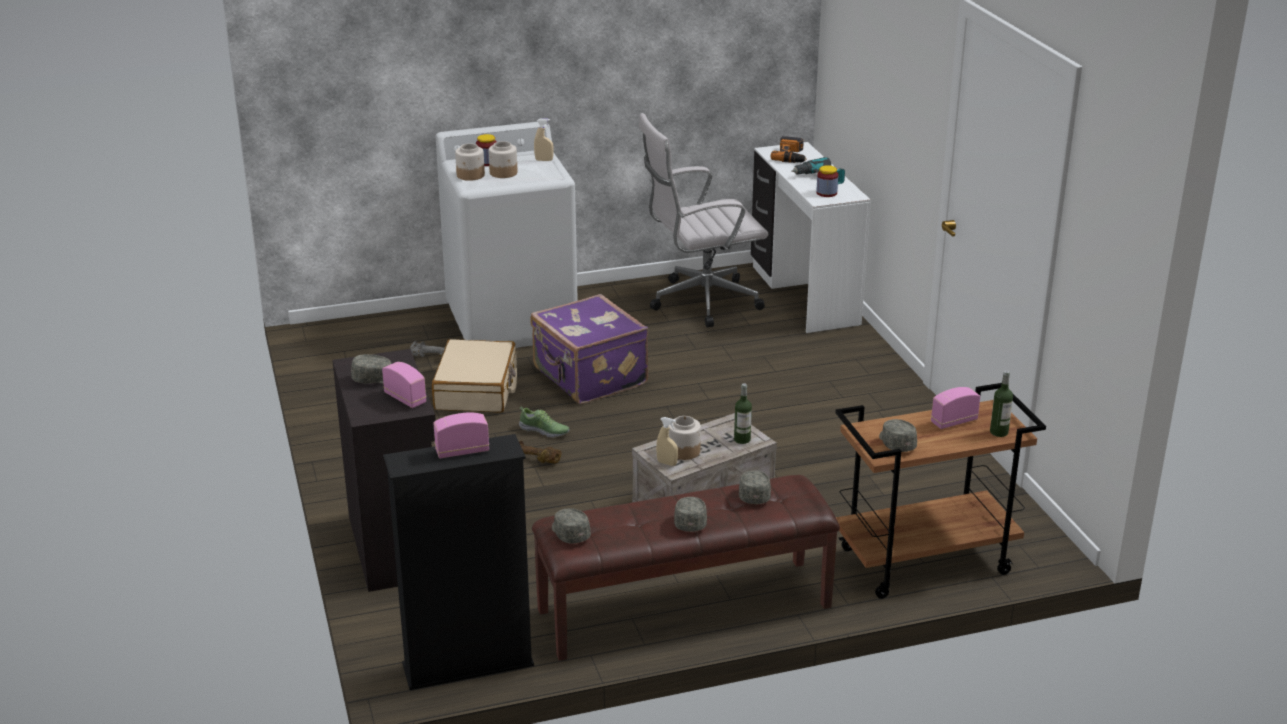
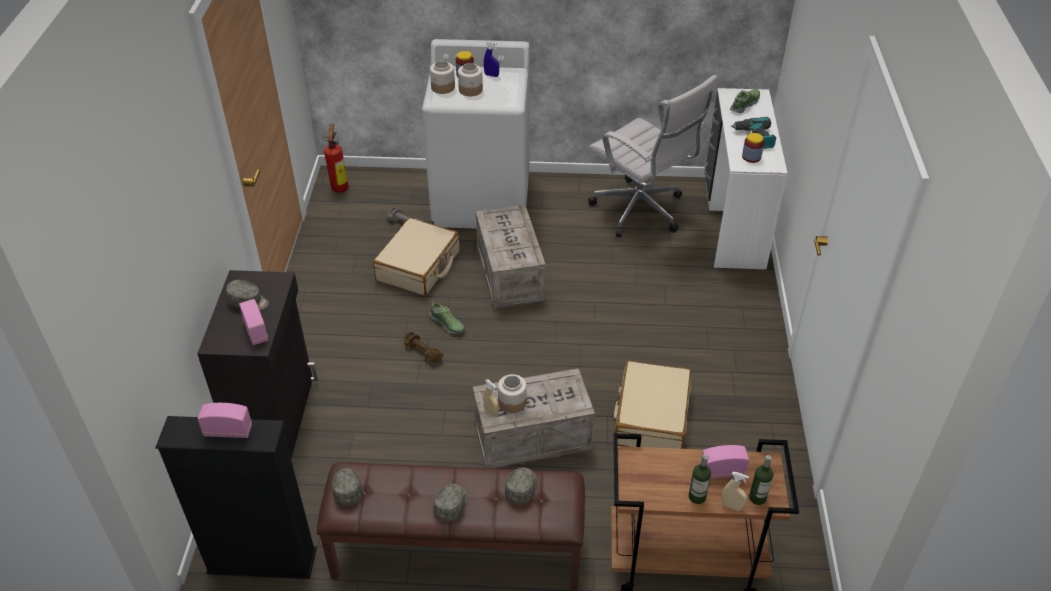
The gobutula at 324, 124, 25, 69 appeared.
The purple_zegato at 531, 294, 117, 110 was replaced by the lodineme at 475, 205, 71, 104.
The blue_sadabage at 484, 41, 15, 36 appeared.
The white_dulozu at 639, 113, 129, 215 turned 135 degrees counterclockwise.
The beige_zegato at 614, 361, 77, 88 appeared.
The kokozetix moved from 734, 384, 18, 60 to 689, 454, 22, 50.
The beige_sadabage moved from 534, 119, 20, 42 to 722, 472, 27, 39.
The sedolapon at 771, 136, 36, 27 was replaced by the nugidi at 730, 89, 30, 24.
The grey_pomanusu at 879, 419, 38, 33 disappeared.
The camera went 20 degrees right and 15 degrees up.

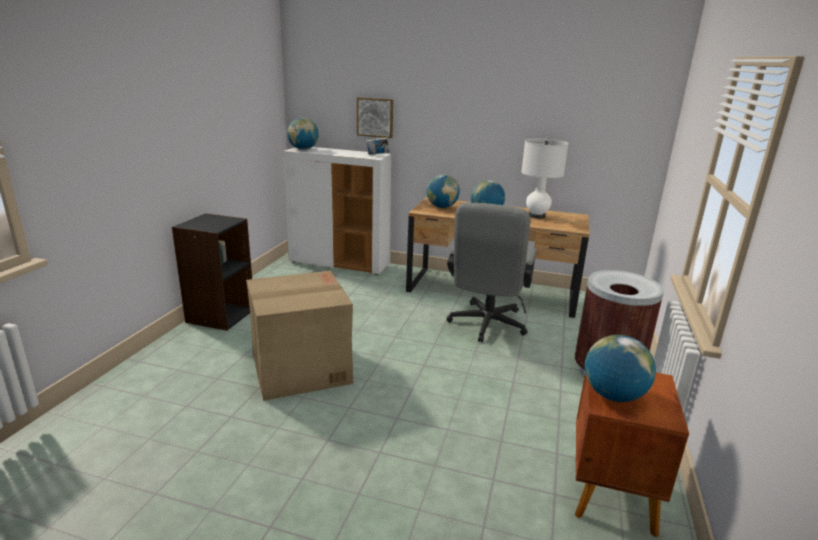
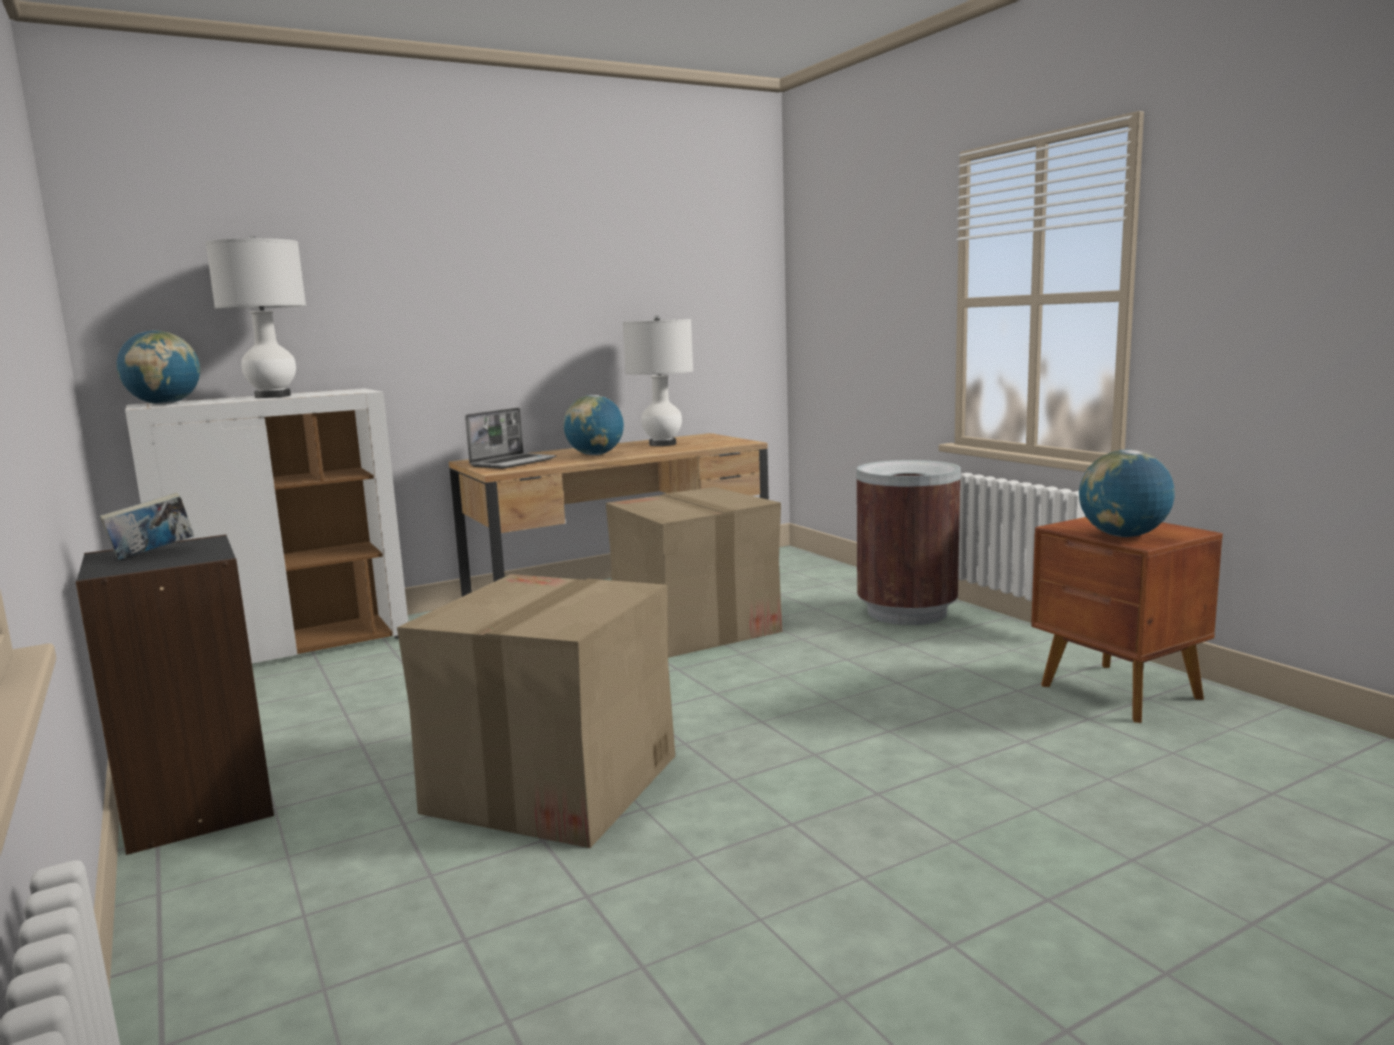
The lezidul moved from 366, 137, 24, 18 to 100, 493, 94, 67.
The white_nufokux at 206, 236, 100, 162 appeared.
The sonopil at 426, 174, 34, 34 was replaced by the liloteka at 465, 408, 91, 61.
The grey_dulozu at 447, 202, 90, 140 was replaced by the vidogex at 606, 487, 176, 171.
The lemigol at 357, 97, 36, 41 disappeared.
The camera went 45 degrees left and 10 degrees down.

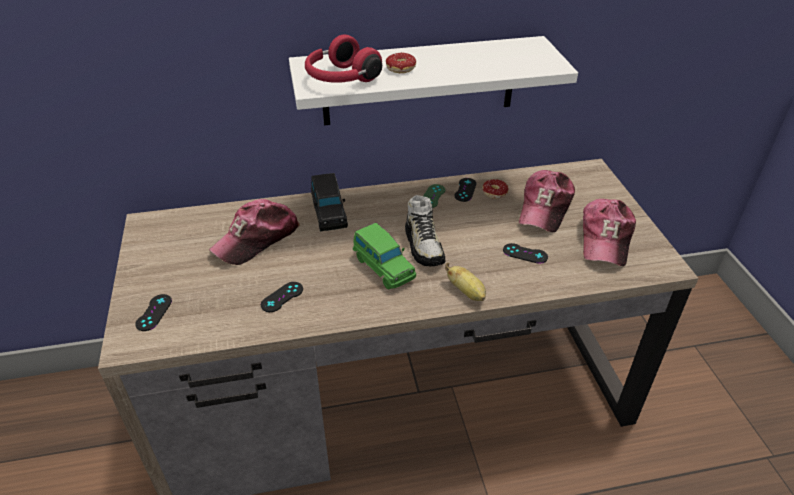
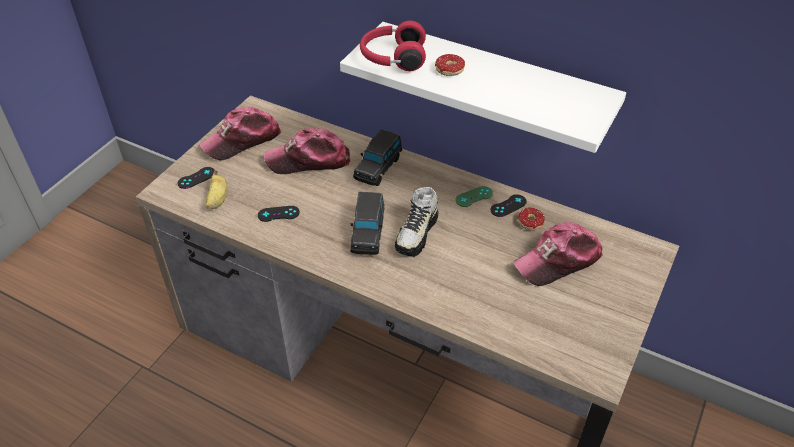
The pomanusu moved from 583, 199, 53, 67 to 199, 106, 82, 54.
The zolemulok moved from 445, 263, 41, 38 to 206, 170, 21, 39.
The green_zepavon at 353, 223, 63, 67 became the black_zepavon at 350, 192, 35, 63.
The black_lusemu at 503, 243, 45, 21 disappeared.
The camera went 40 degrees right and 5 degrees up.

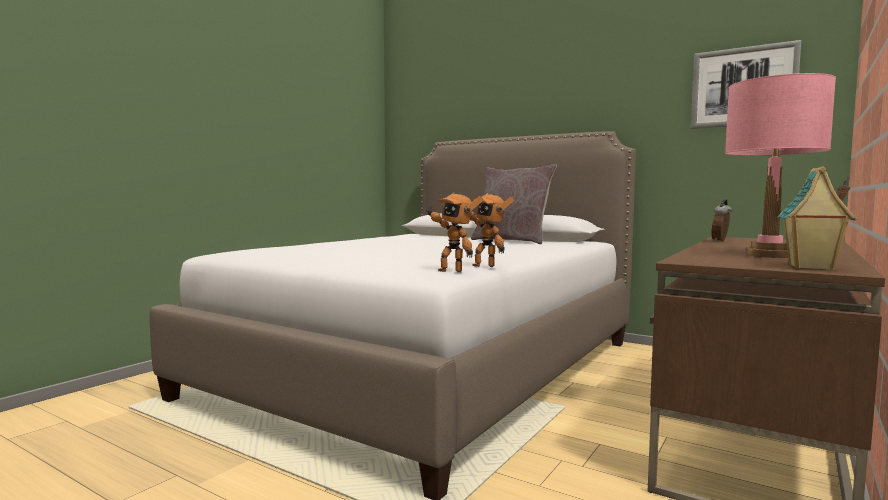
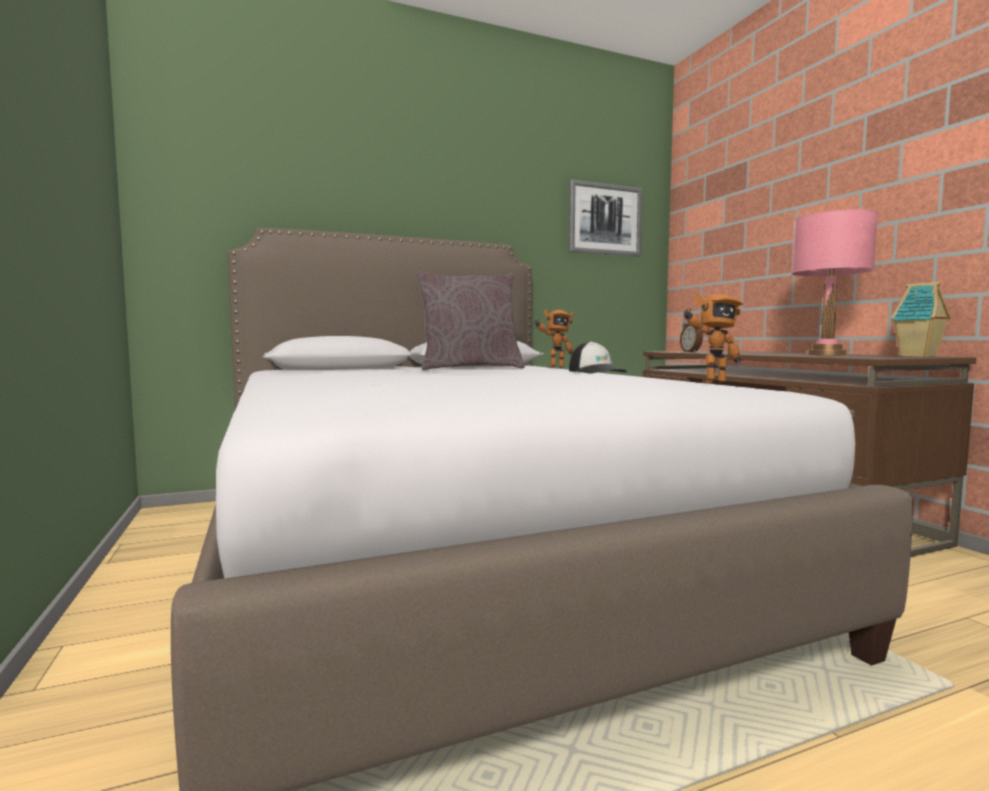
The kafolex moved from 426, 193, 57, 79 to 535, 309, 39, 59.
The pomanusu at 569, 341, 58, 33 appeared.
The camera went 55 degrees left and 0 degrees up.

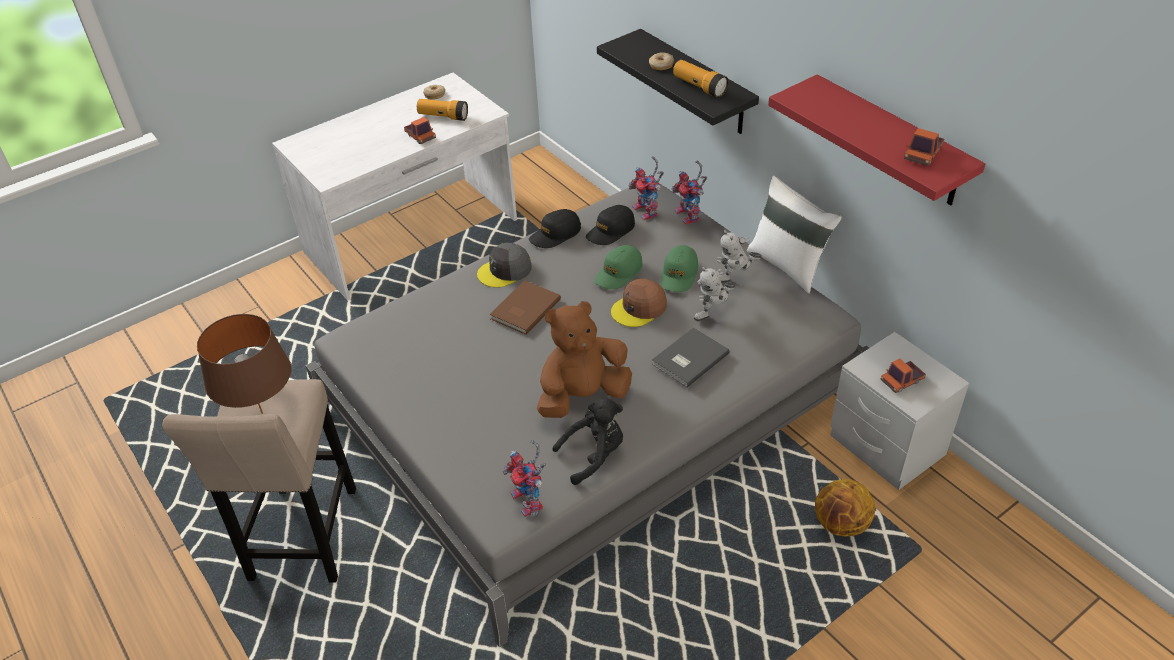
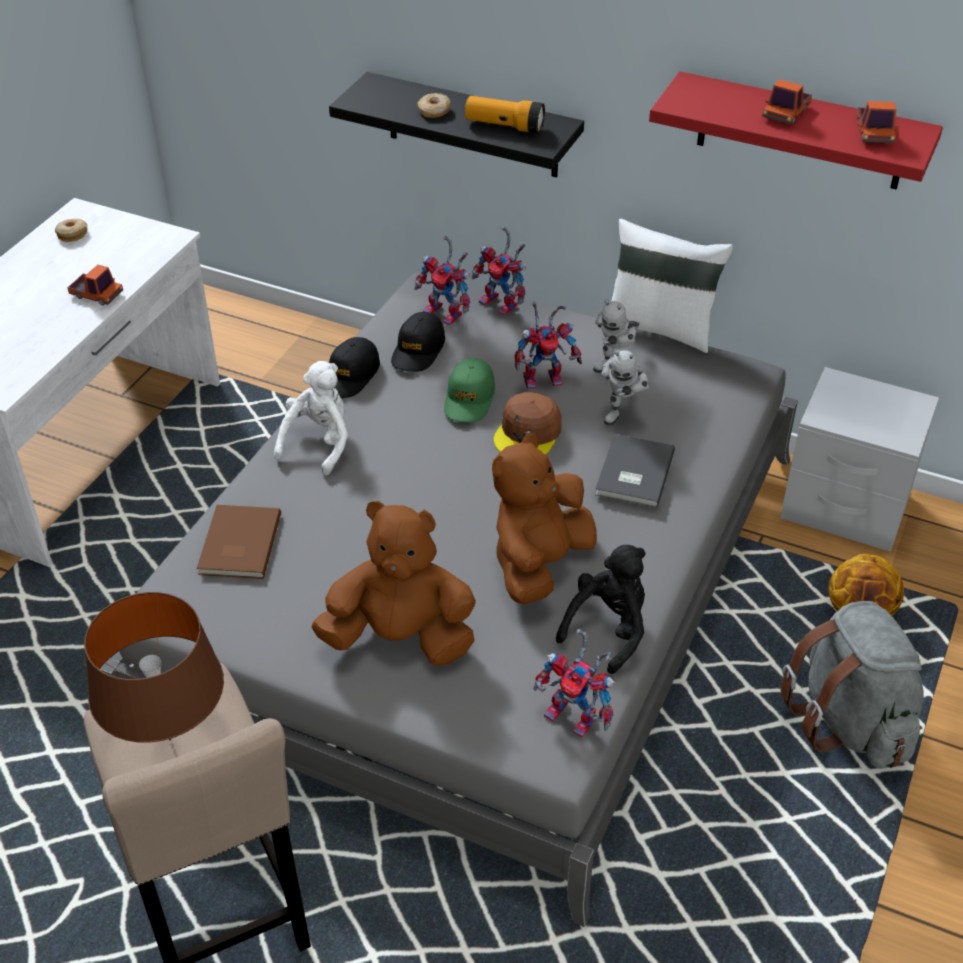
The brown_lezidul moved from 490, 280, 71, 55 to 197, 505, 84, 74.
The grey_pomanusu at 477, 243, 55, 45 was replaced by the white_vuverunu at 274, 361, 74, 114.
The brown_vuverunu at 311, 501, 165, 165 appeared.
The green_pomanusu at 661, 245, 37, 47 was replaced by the kafolex at 514, 302, 68, 88.
The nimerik moved from 880, 359, 46, 34 to 762, 79, 50, 46.
The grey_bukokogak at 781, 601, 143, 168 appeared.
The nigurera at 417, 99, 51, 22 disappeared.
The camera went 30 degrees left and 0 degrees up.

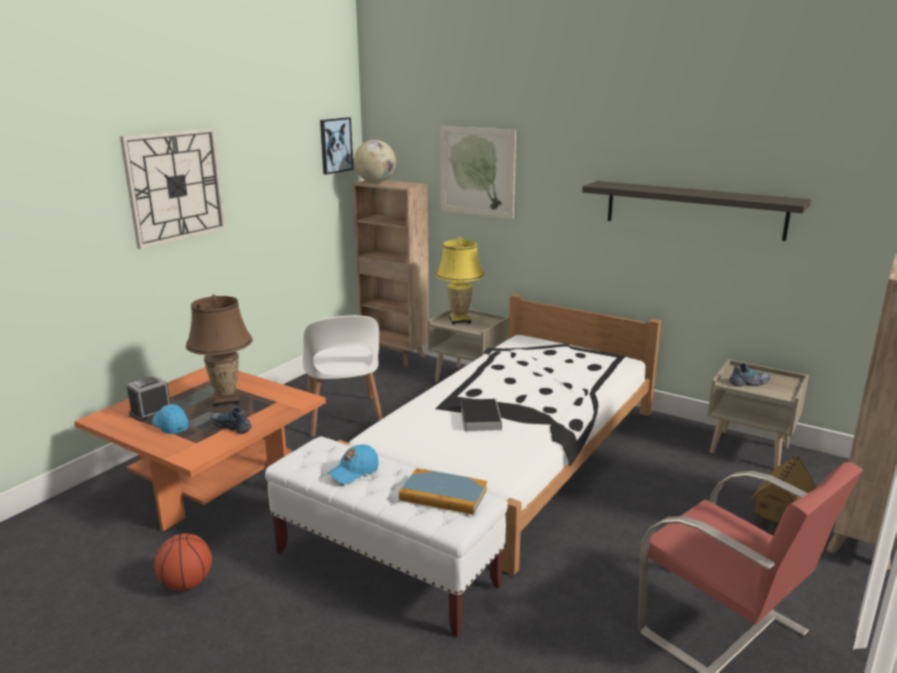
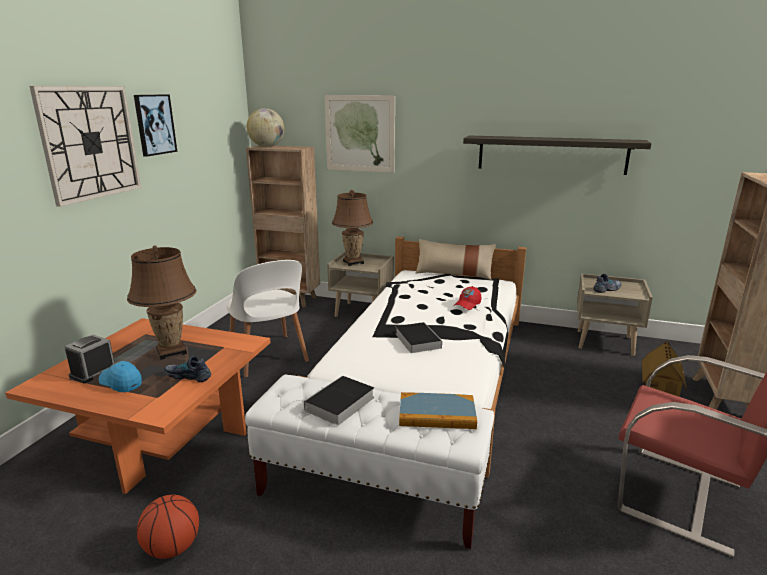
The lemigol moved from 320, 117, 33, 58 to 134, 94, 43, 63.
The blue_pomanusu at 327, 445, 52, 39 was replaced by the lezidul at 298, 376, 76, 49.
The yellow_nufokux at 436, 237, 48, 87 became the brown_nufokux at 332, 190, 41, 76.
The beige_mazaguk at 416, 239, 80, 41 appeared.
The red_pomanusu at 453, 286, 28, 24 appeared.
The camera went 15 degrees left and 0 degrees up.

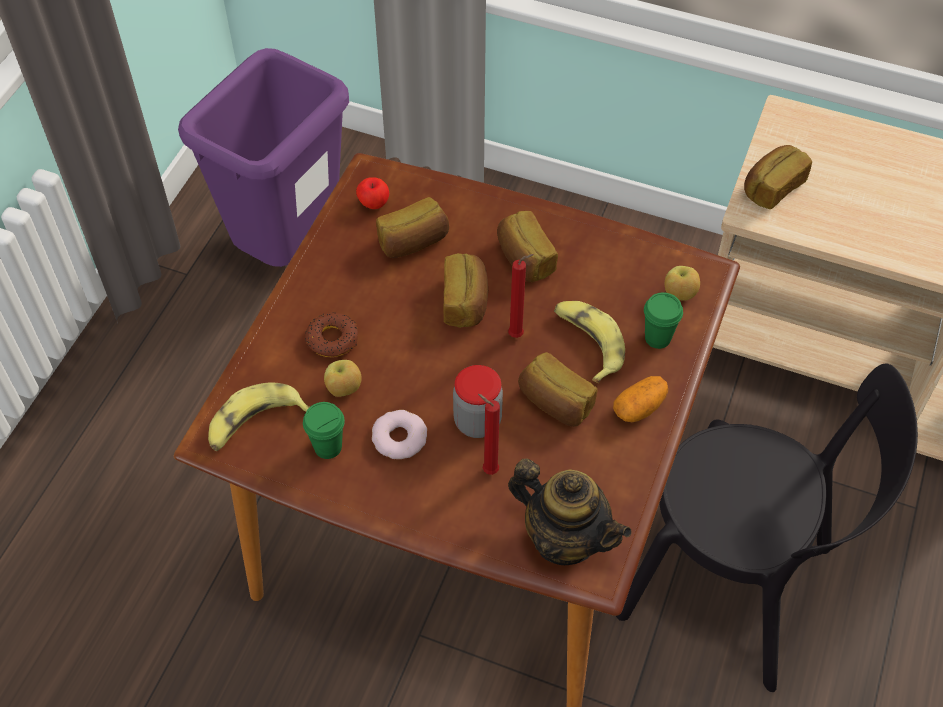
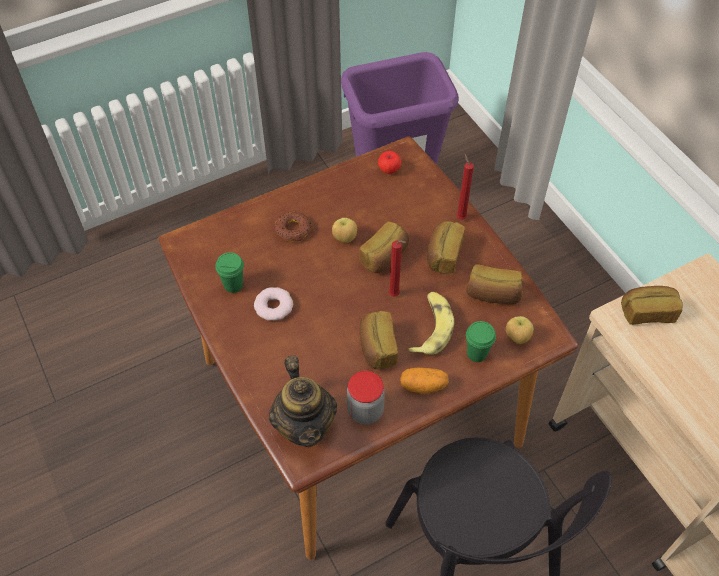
The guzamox moved from 324, 360, 38, 37 to 332, 218, 25, 25.
The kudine moved from 453, 365, 50, 73 to 347, 371, 38, 54.
The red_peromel moved from 478, 394, 22, 81 to 456, 153, 18, 67.
The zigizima moved from 376, 197, 73, 61 to 466, 264, 57, 40.
The zolemulok at 208, 382, 102, 69 disappeared.
The camera went 40 degrees right and 0 degrees up.

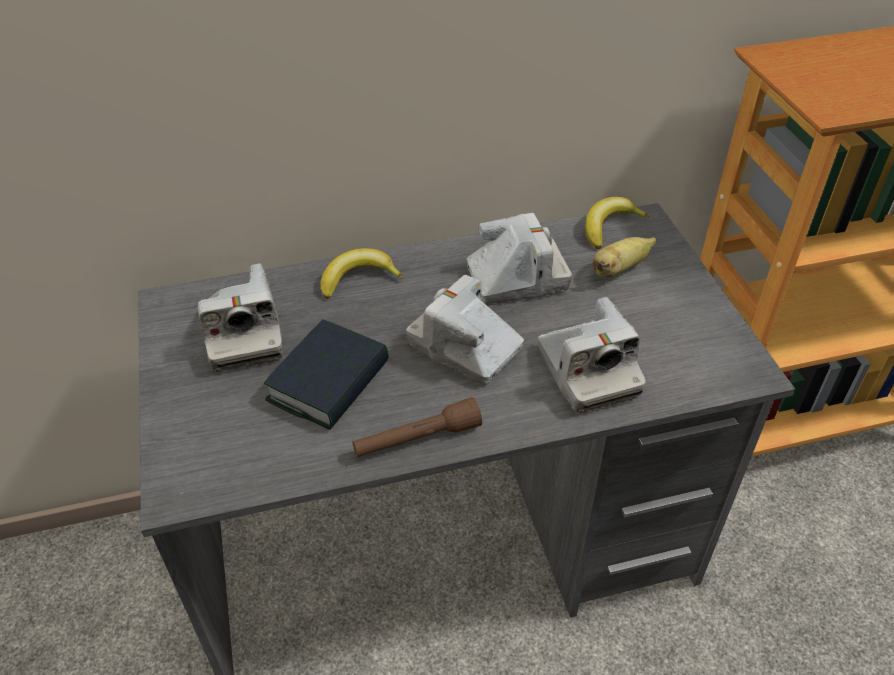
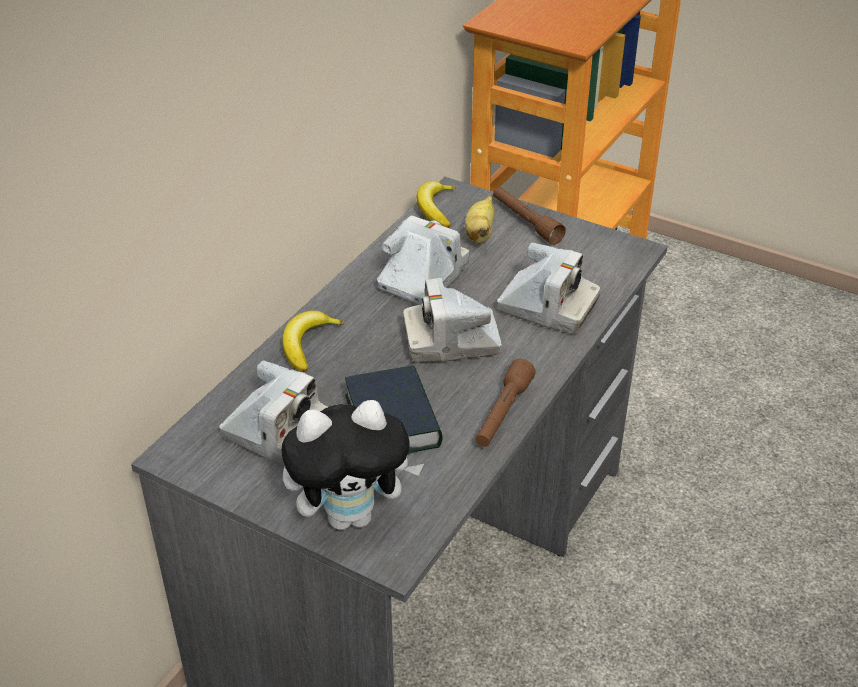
The vuverunu at 282, 400, 142, 130 appeared.
The brown_nigurera at 493, 187, 73, 58 appeared.
The camera went 45 degrees left and 5 degrees down.

